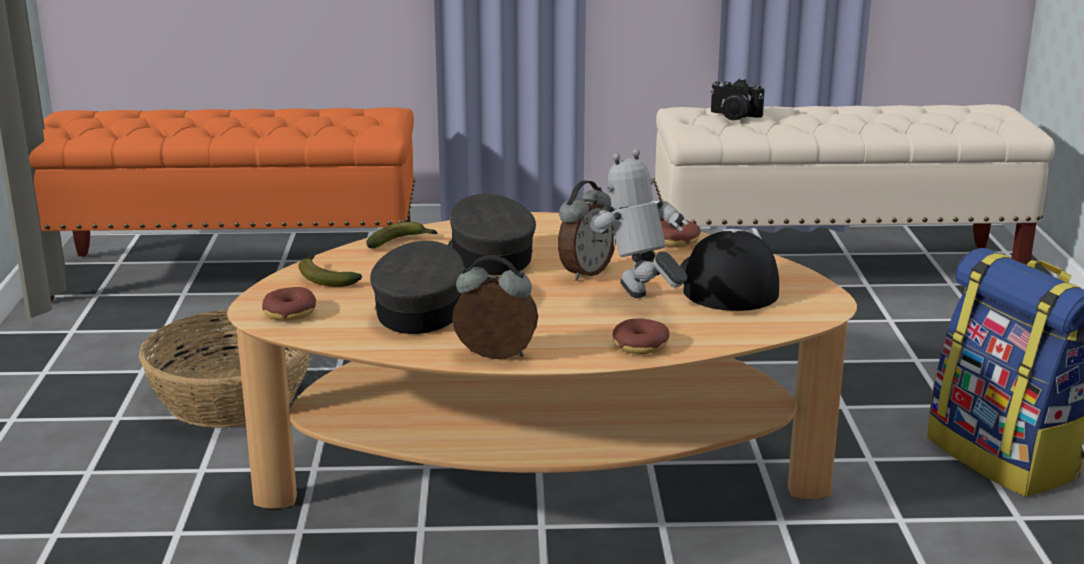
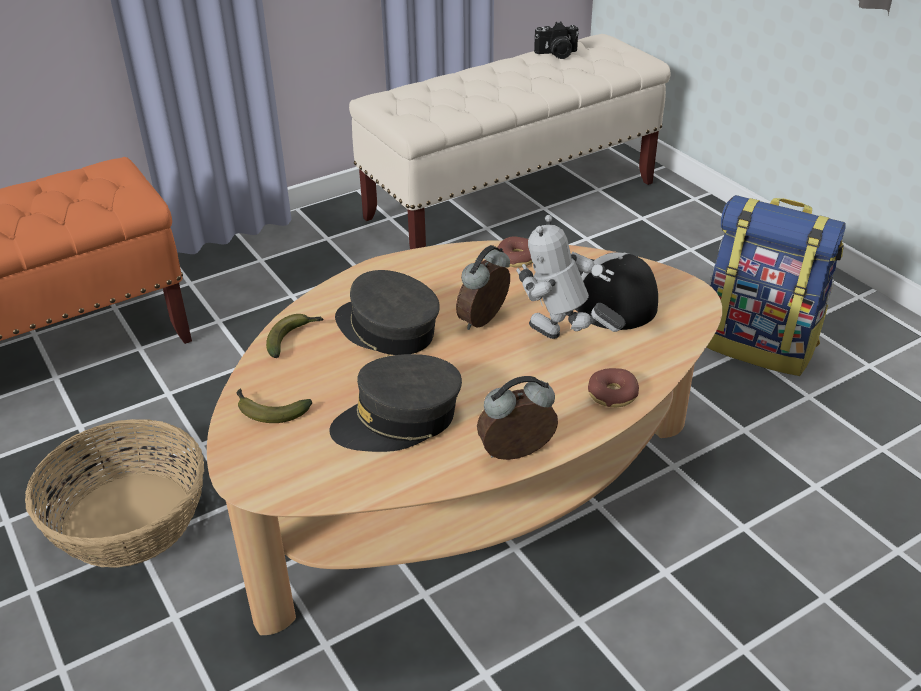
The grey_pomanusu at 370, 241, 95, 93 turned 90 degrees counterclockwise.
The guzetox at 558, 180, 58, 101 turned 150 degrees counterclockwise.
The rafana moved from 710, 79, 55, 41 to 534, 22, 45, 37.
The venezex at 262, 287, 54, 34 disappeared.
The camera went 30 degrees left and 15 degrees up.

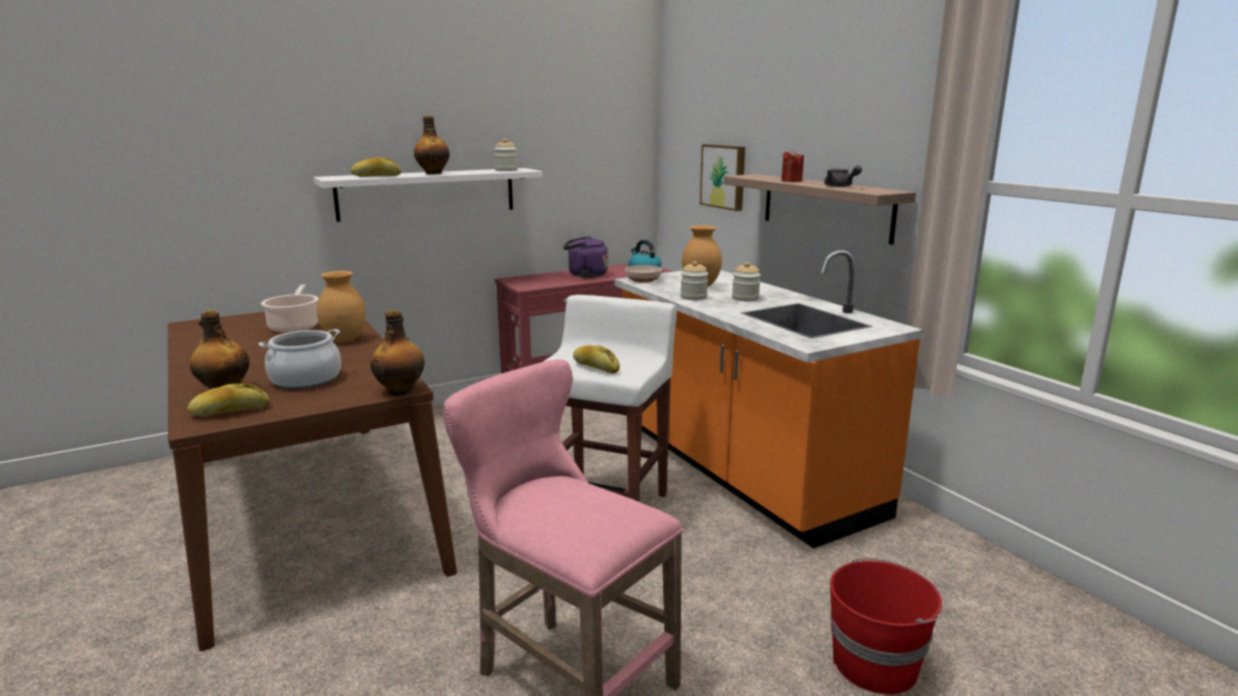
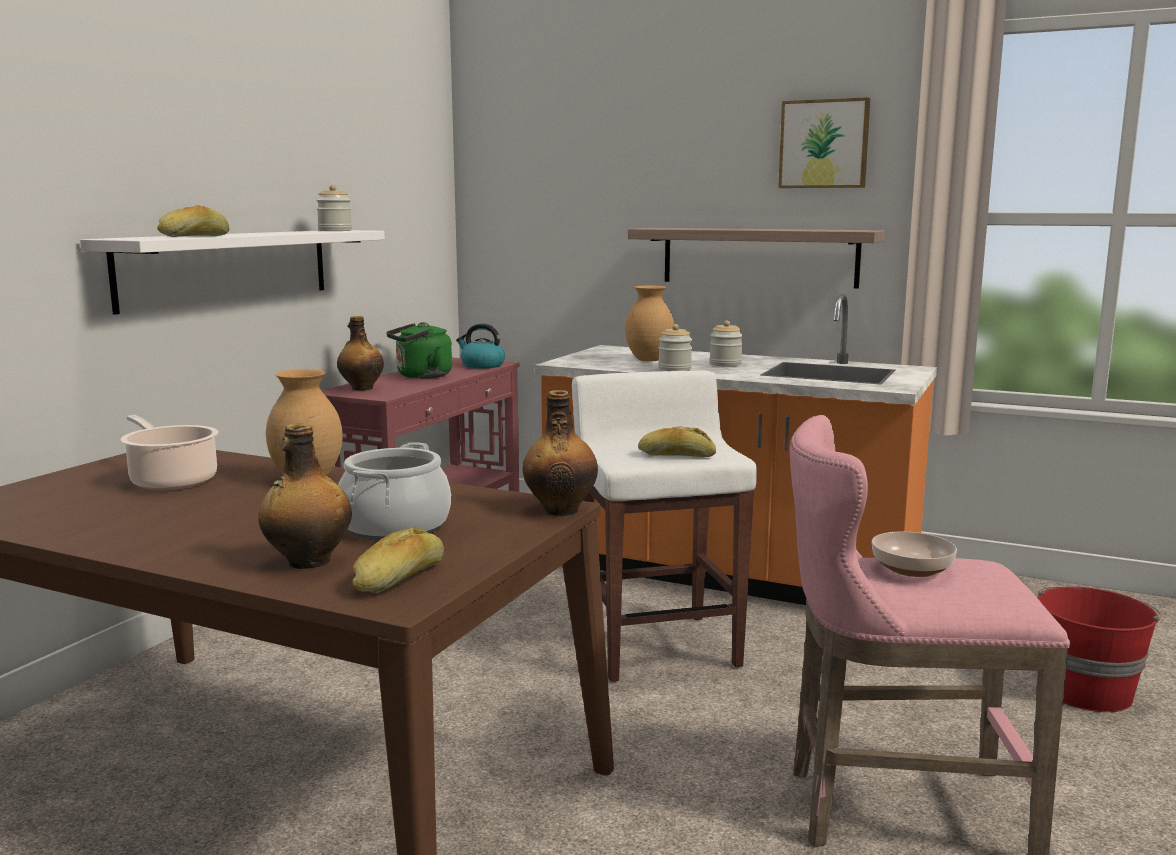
The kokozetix moved from 414, 116, 35, 58 to 337, 316, 47, 74.
The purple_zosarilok at 563, 236, 45, 42 became the green_zosarilok at 386, 322, 66, 57.
The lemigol moved from 700, 144, 45, 67 to 778, 97, 92, 91.
The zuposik moved from 625, 265, 37, 18 to 872, 531, 85, 46.
The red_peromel at 781, 150, 23, 32 disappeared.
The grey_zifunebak at 824, 165, 38, 22 disappeared.
The camera went 35 degrees left and 5 degrees down.

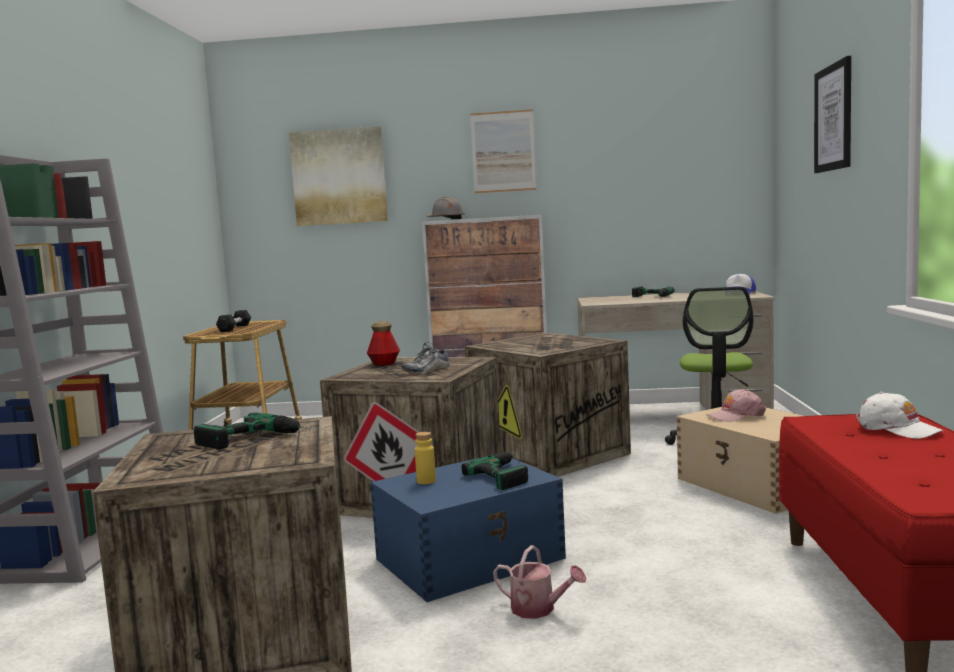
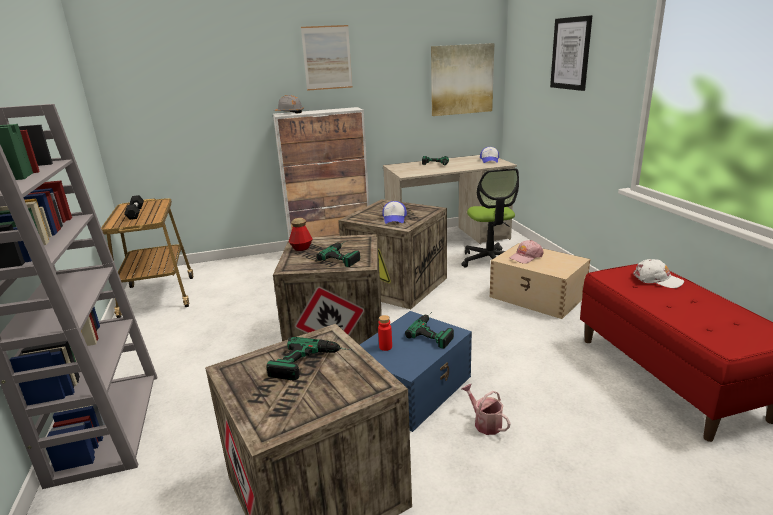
The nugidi at 401, 342, 49, 32 was replaced by the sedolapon at 316, 242, 44, 25.
The yellow_kokozetix at 415, 432, 21, 52 became the red_kokozetix at 378, 315, 14, 36.
The pomanusu at 382, 201, 25, 23 appeared.
The lemigol moved from 289, 126, 99, 100 to 431, 43, 63, 73.
The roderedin at 493, 545, 93, 74 turned 135 degrees counterclockwise.
The camera went 20 degrees left and 15 degrees up.

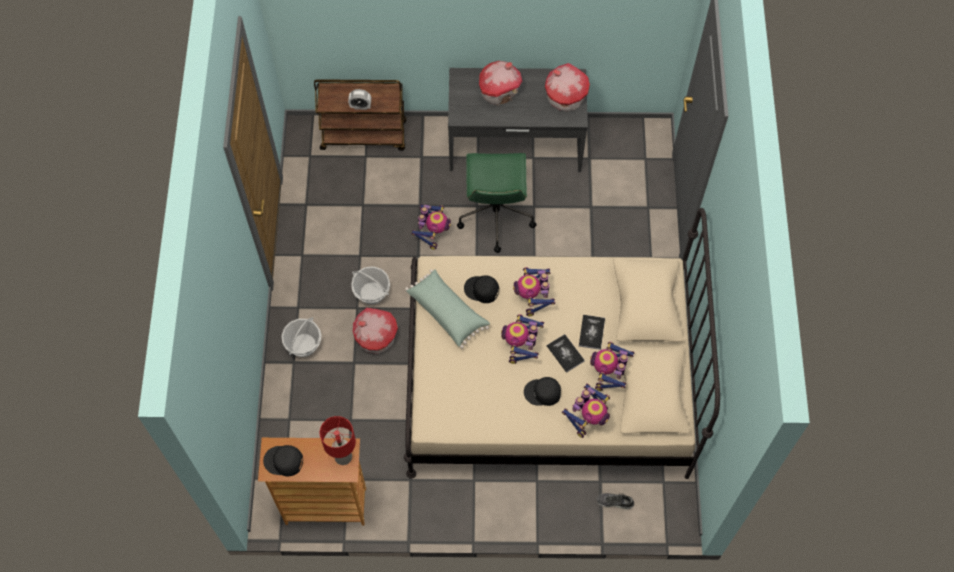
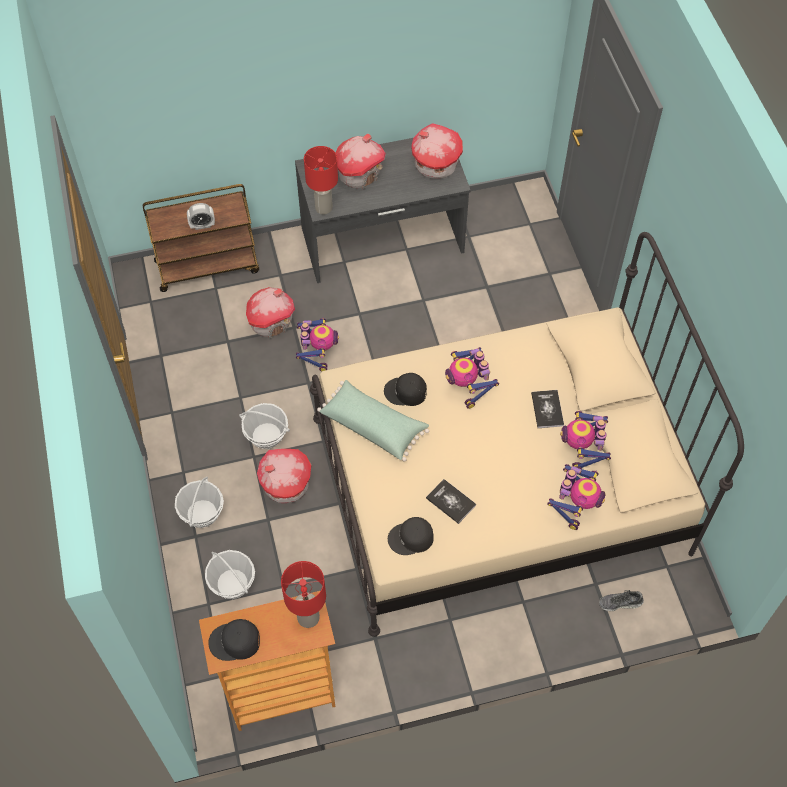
The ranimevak at 205, 550, 50, 49 appeared.
The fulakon at 246, 287, 49, 52 appeared.
The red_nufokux at 304, 146, 34, 68 appeared.
The black_pomanusu moved from 524, 377, 37, 29 to 388, 517, 46, 38.
The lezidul moved from 547, 334, 38, 39 to 426, 479, 50, 45.
The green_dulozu at 457, 153, 79, 100 disappeared.
The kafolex at 501, 314, 43, 50 disappeared.
The camera went 15 degrees left and 5 degrees down.

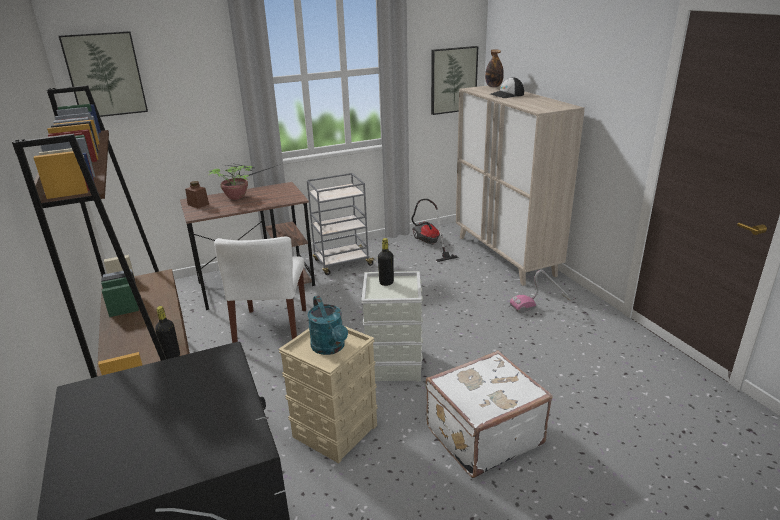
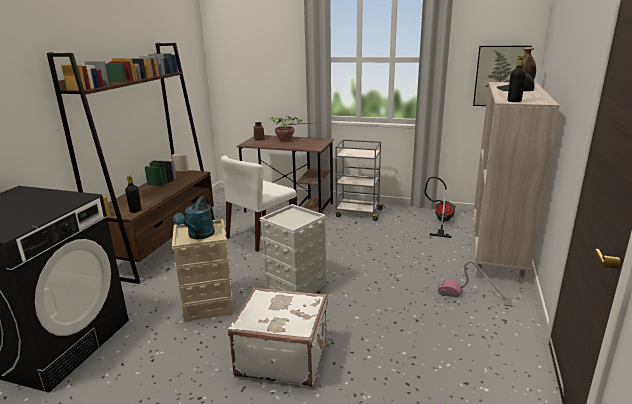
The black_kokozetix moved from 378, 238, 16, 48 to 508, 56, 18, 46.
The lemigol at 59, 31, 89, 86 disappeared.
The camera went 40 degrees right and 5 degrees down.

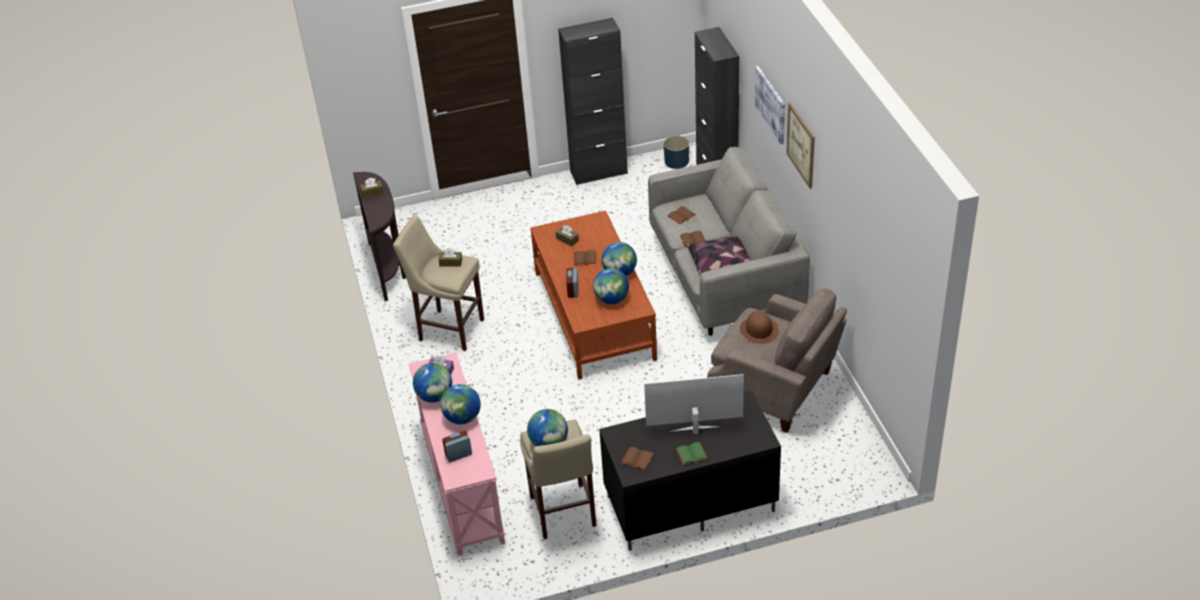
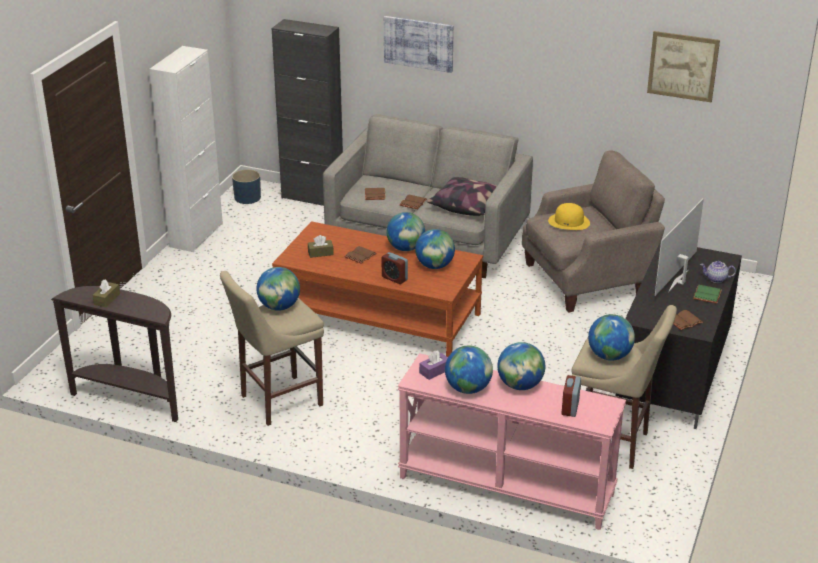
The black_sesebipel at 558, 18, 70, 167 became the white_sesebipel at 149, 46, 74, 206.
The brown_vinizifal at 438, 248, 24, 18 was replaced by the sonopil at 256, 267, 44, 44.
The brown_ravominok at 740, 311, 39, 33 became the yellow_ravominok at 548, 203, 42, 27.
The lemigol moved from 786, 103, 29, 86 to 647, 31, 73, 71.
The zifunebak at 700, 261, 36, 22 appeared.
The camera went 55 degrees left and 10 degrees down.

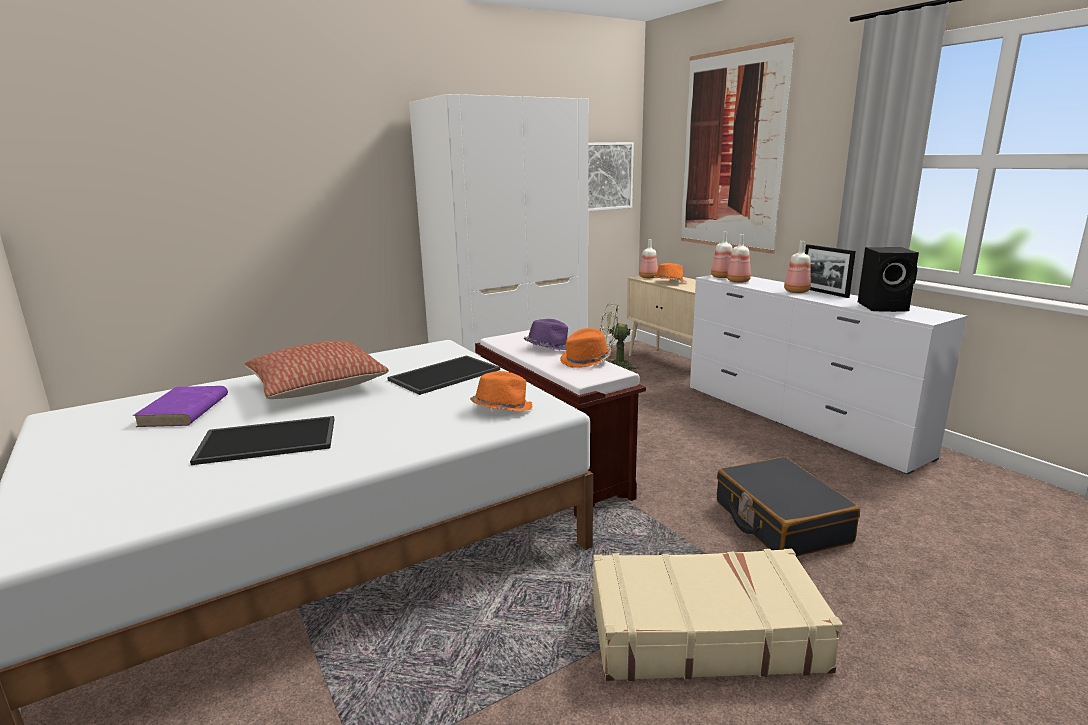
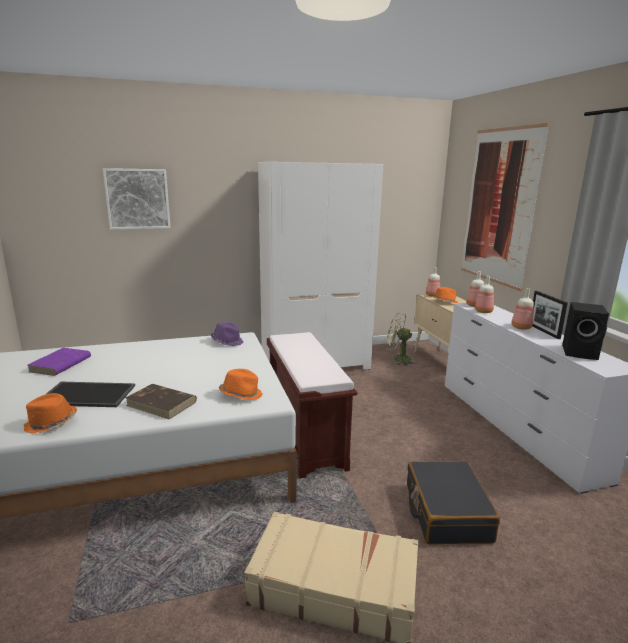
The orange_ravominok moved from 560, 328, 51, 40 to 24, 393, 53, 41.
The lemigol moved from 588, 142, 46, 69 to 103, 168, 68, 62.
The brown_lezidul at 126, 384, 71, 35 appeared.
The purple_ravominok moved from 524, 319, 44, 31 to 211, 322, 32, 24.
The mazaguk at 245, 341, 144, 58 disappeared.
The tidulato at 387, 355, 113, 40 disappeared.
The camera went 15 degrees right and 0 degrees up.

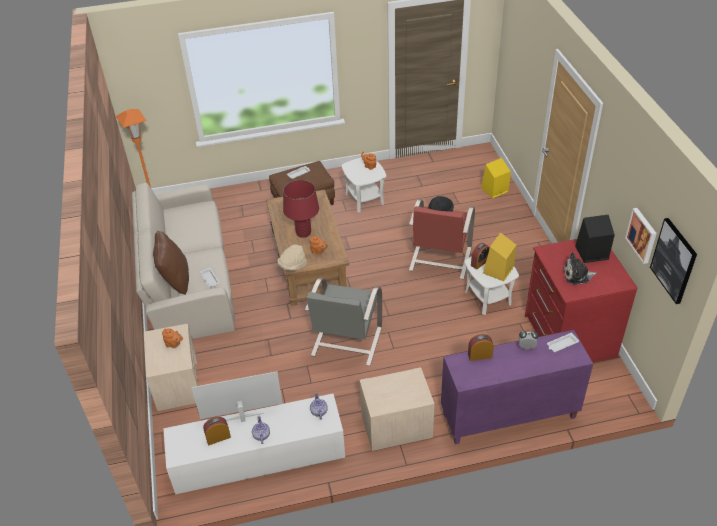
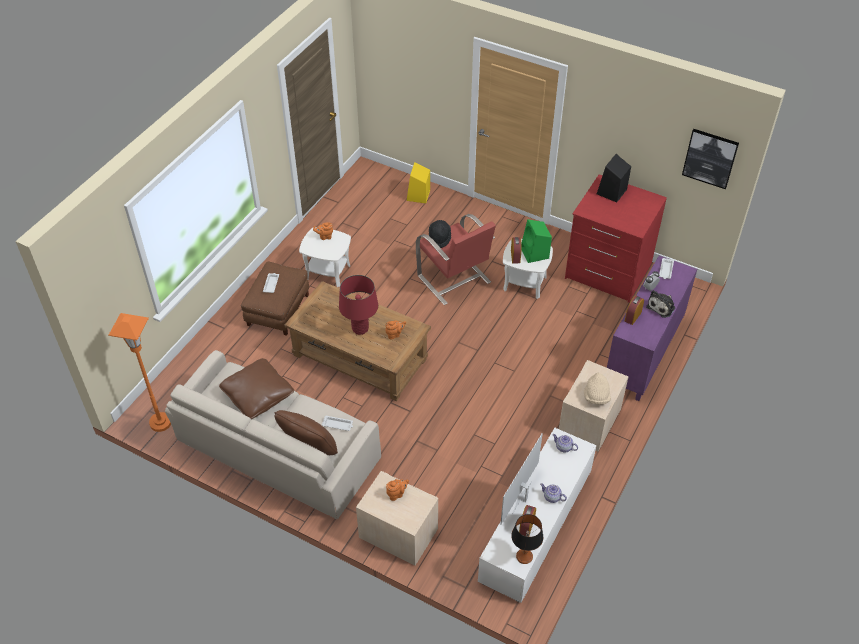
The brown_mazaguk at 219, 358, 75, 61 appeared.
The nufokux at 511, 514, 32, 50 appeared.
The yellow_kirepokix at 483, 232, 34, 49 became the green_kirepokix at 521, 219, 31, 44.
The beige_ravominok moved from 278, 244, 29, 27 to 584, 372, 27, 33.
The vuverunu moved from 563, 252, 34, 33 to 646, 290, 29, 28.
The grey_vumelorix at 305, 278, 77, 88 disappeared.
The lemigol at 625, 208, 32, 56 disappeared.
The camera went 50 degrees left and 5 degrees up.

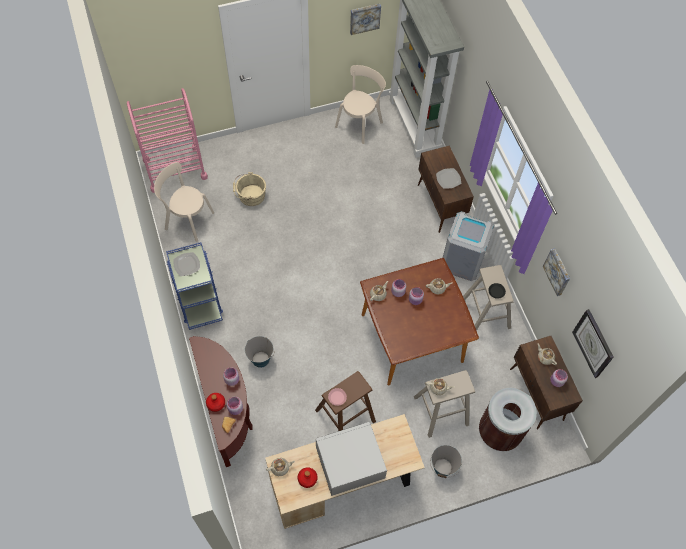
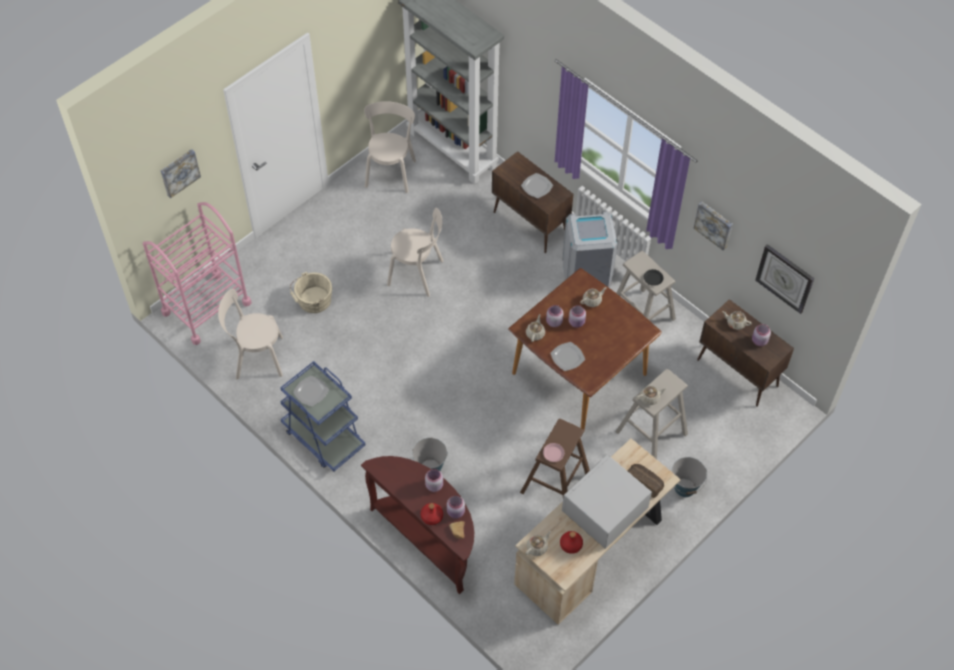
The lemigol moved from 350, 4, 31, 31 to 161, 149, 40, 49.
The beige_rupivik at 387, 208, 56, 89 appeared.
The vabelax at 550, 342, 35, 29 appeared.
The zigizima at 628, 464, 36, 34 appeared.
The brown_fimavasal at 479, 388, 58, 63 disappeared.
The camera went 25 degrees left and 5 degrees down.

